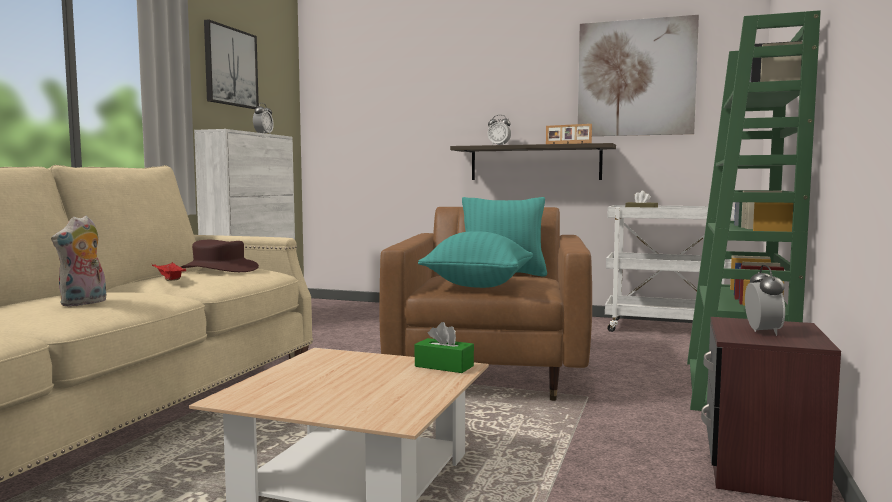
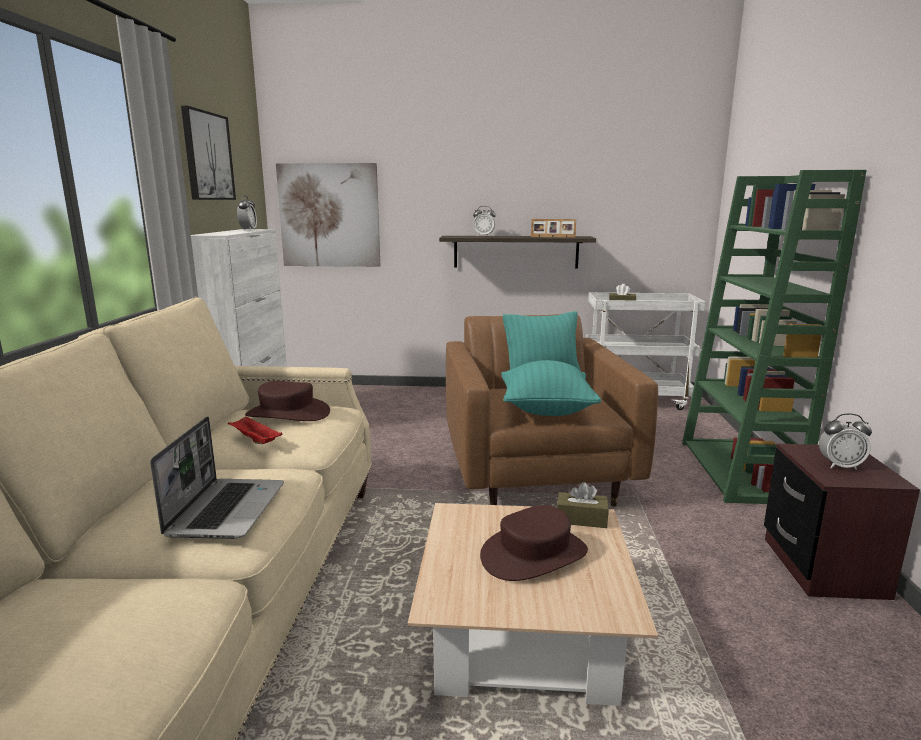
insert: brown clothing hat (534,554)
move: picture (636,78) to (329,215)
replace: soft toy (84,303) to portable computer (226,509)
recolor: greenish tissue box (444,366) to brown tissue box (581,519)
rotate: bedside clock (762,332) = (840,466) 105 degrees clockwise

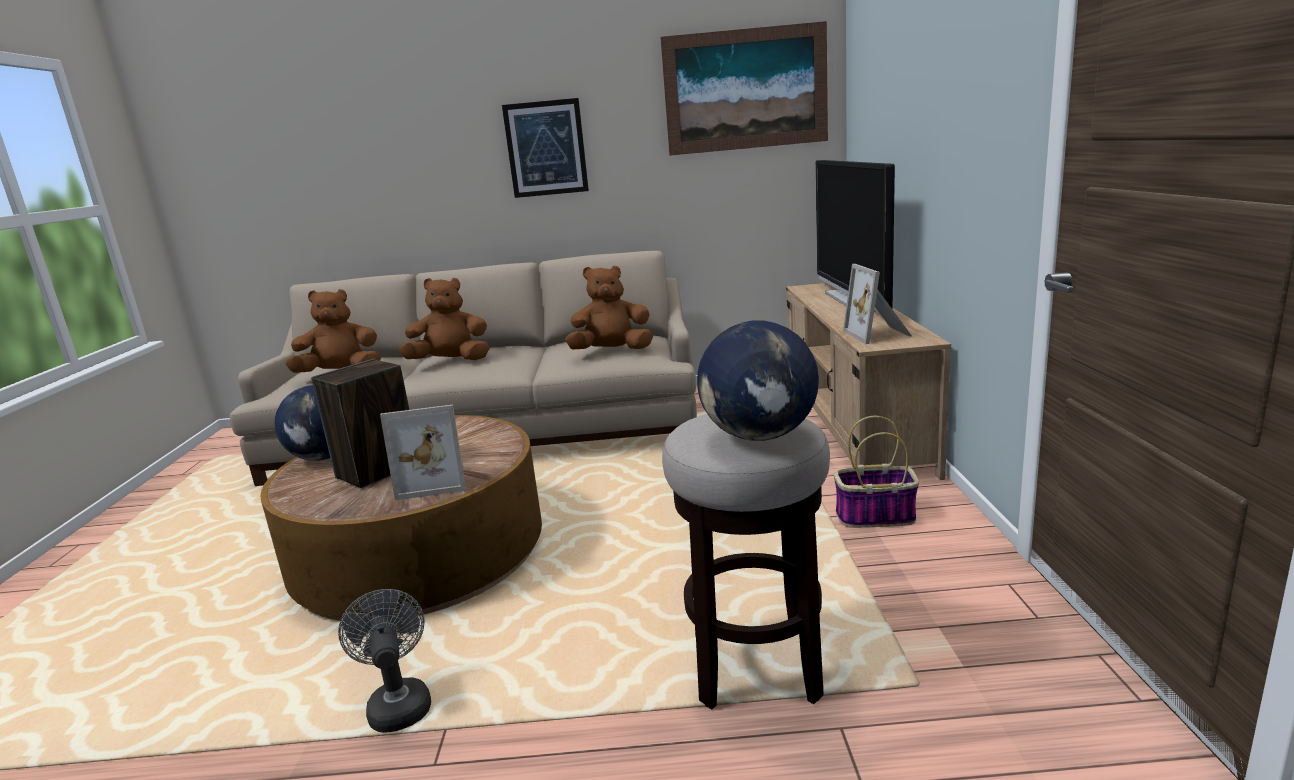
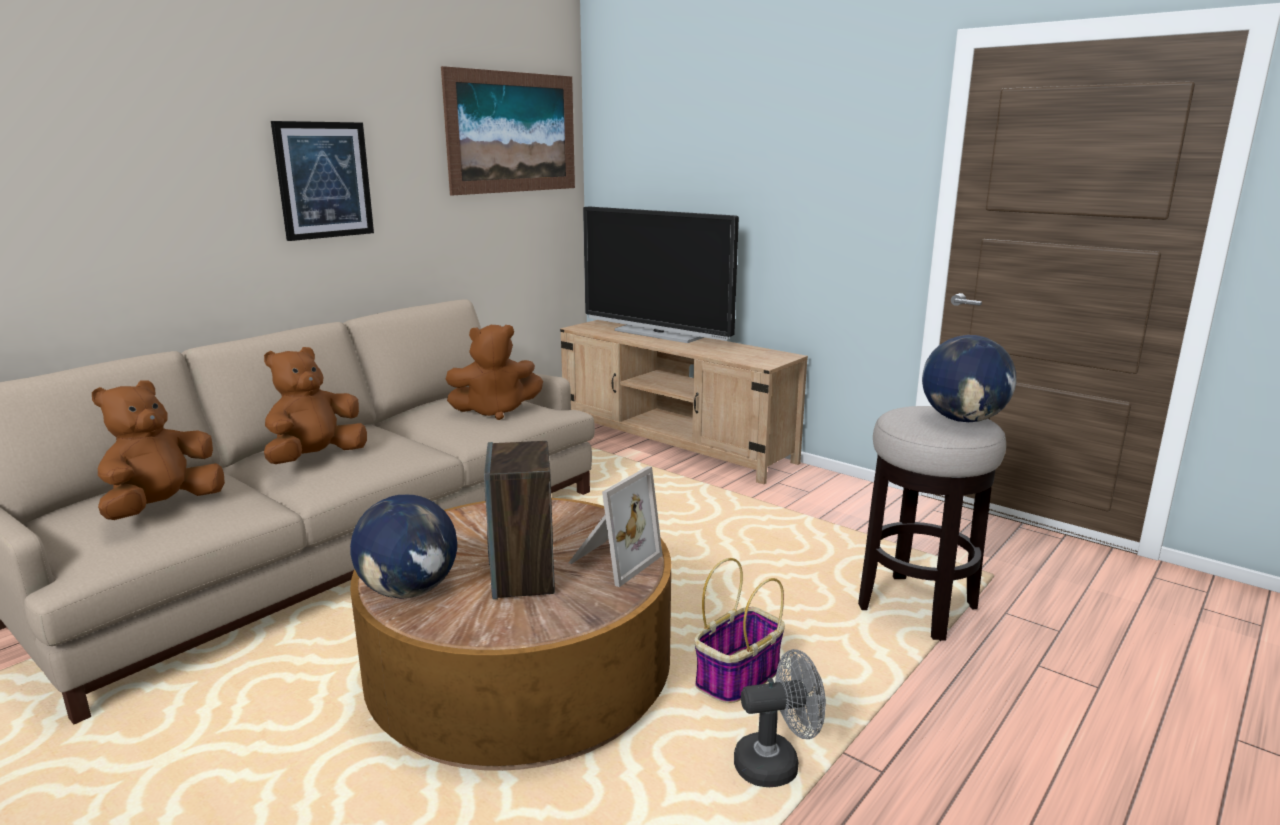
delete: picture frame (879,334)
move: basket (874,517) to (737,678)
rotate: brown soft toy (611,351) = (495,411) 135 degrees counterclockwise; gray electric fan (398,703) = (776,764) 150 degrees clockwise

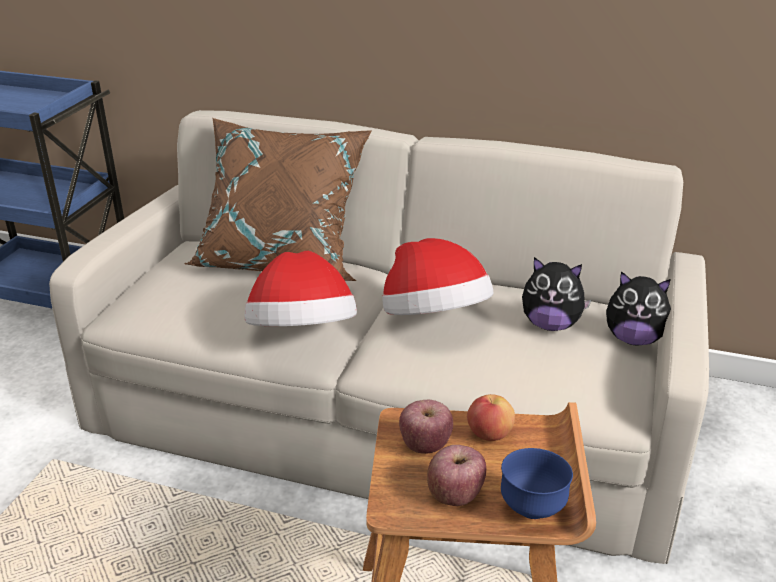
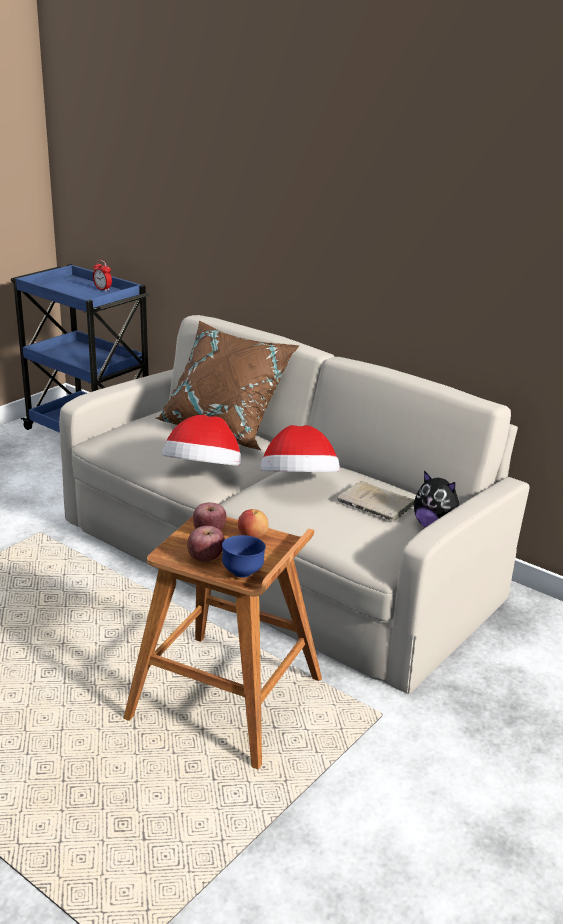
insert: bedside clock (102,289)
replace: soft toy (550,325) to sand-coloured volume (377,504)

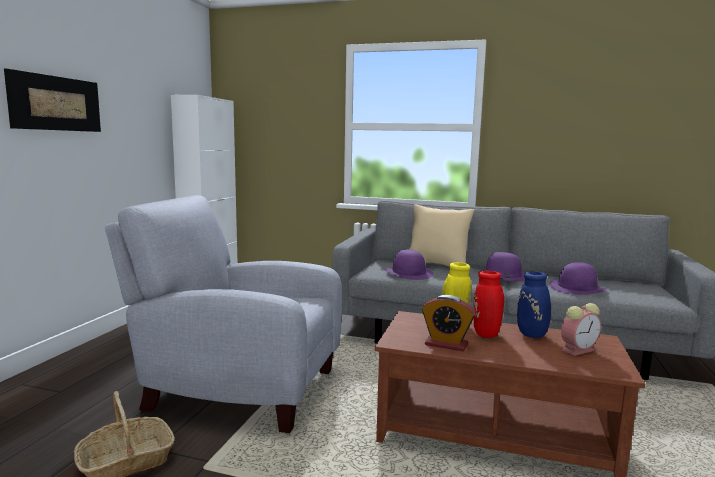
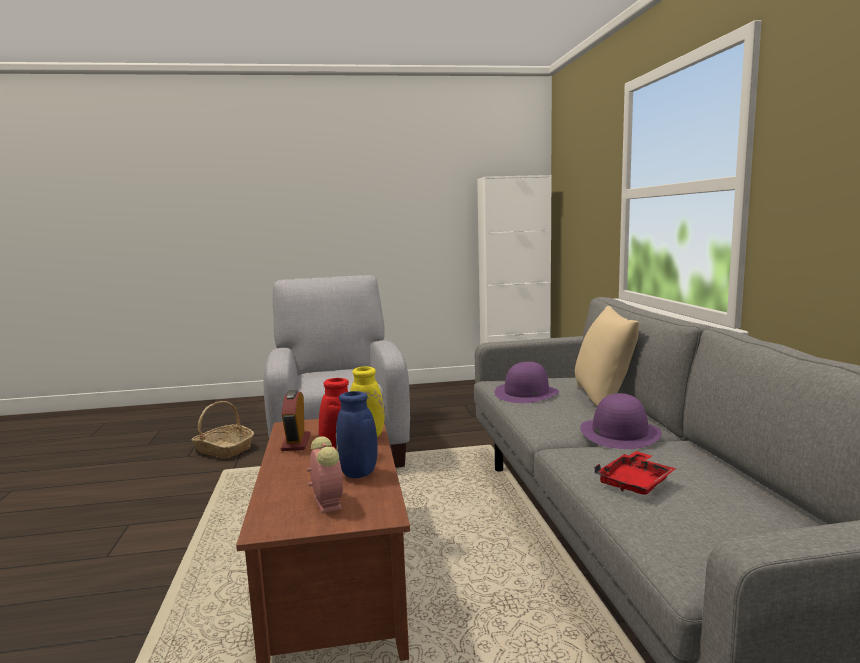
delete: picture (56,103)
replace: purplish clothing hat (577,288) to red-coloured carrying tray (635,483)
rotate: bedside clock (578,350) = (326,502) 150 degrees counterclockwise

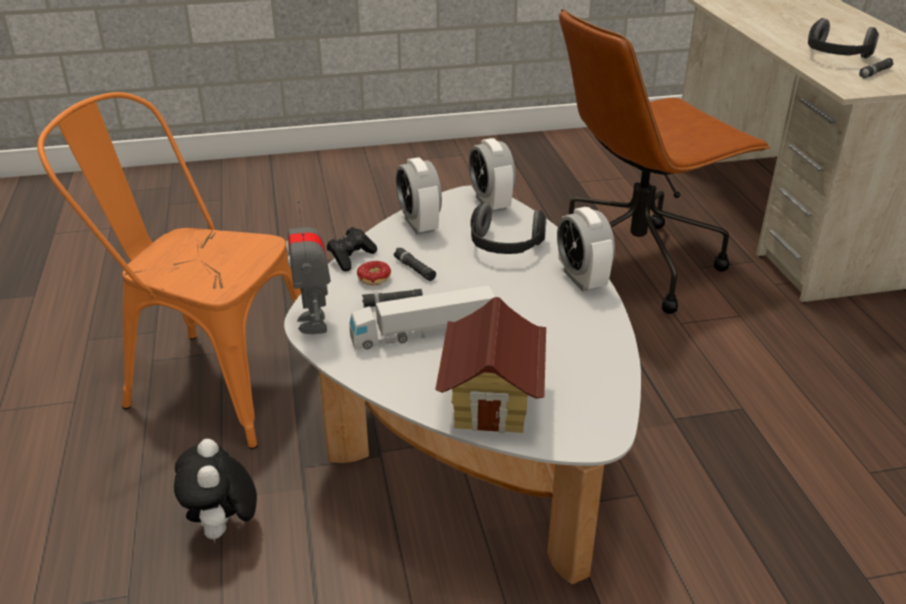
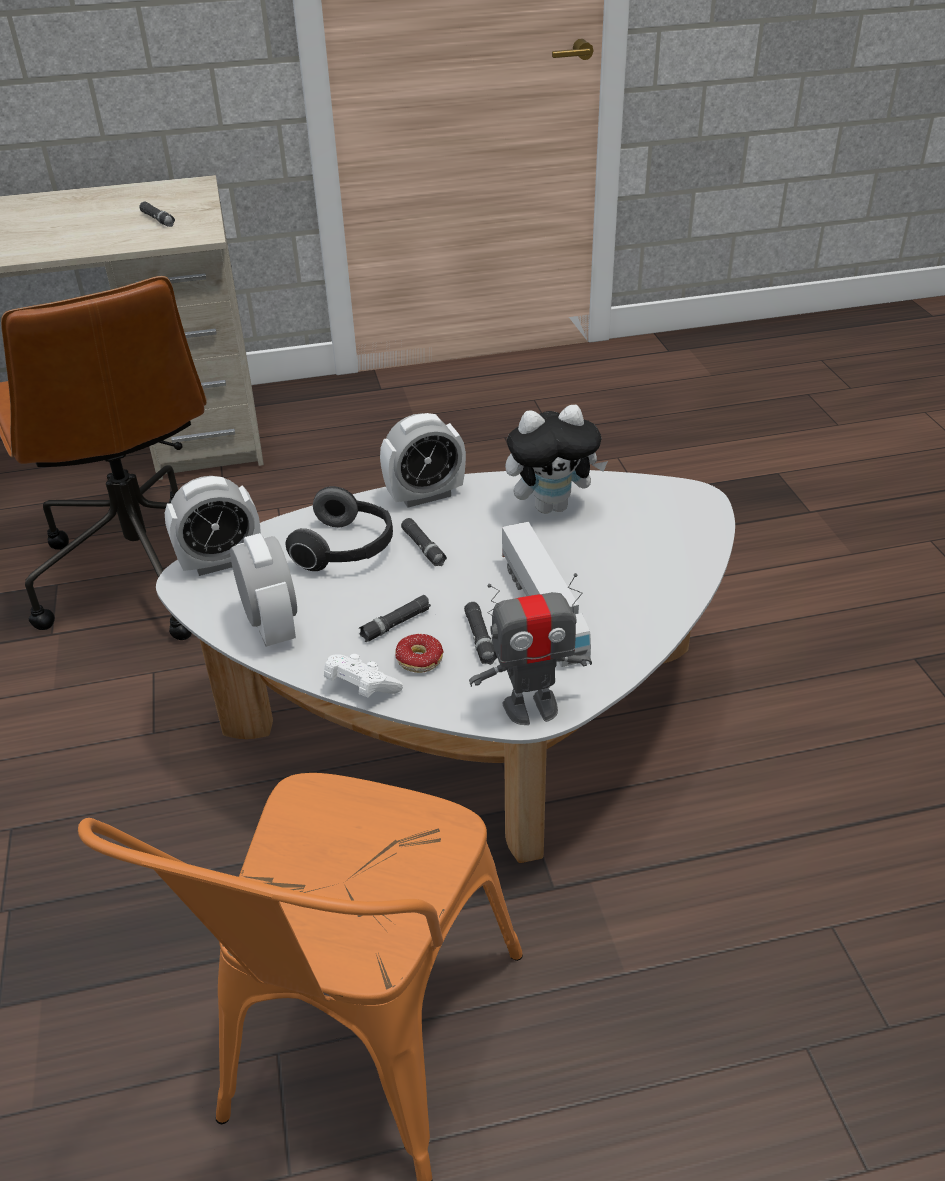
delete: miniature house (492,403); headphones (835,56)
insert: black-coloured hand torch (423,548)
move: soft toy (223,529) to (552,506)
recolor: black-coloured game controller (351,258) to white game controller (361,688)
rotate: bedside clock (419,224) = (271,626) 90 degrees counterclockwise

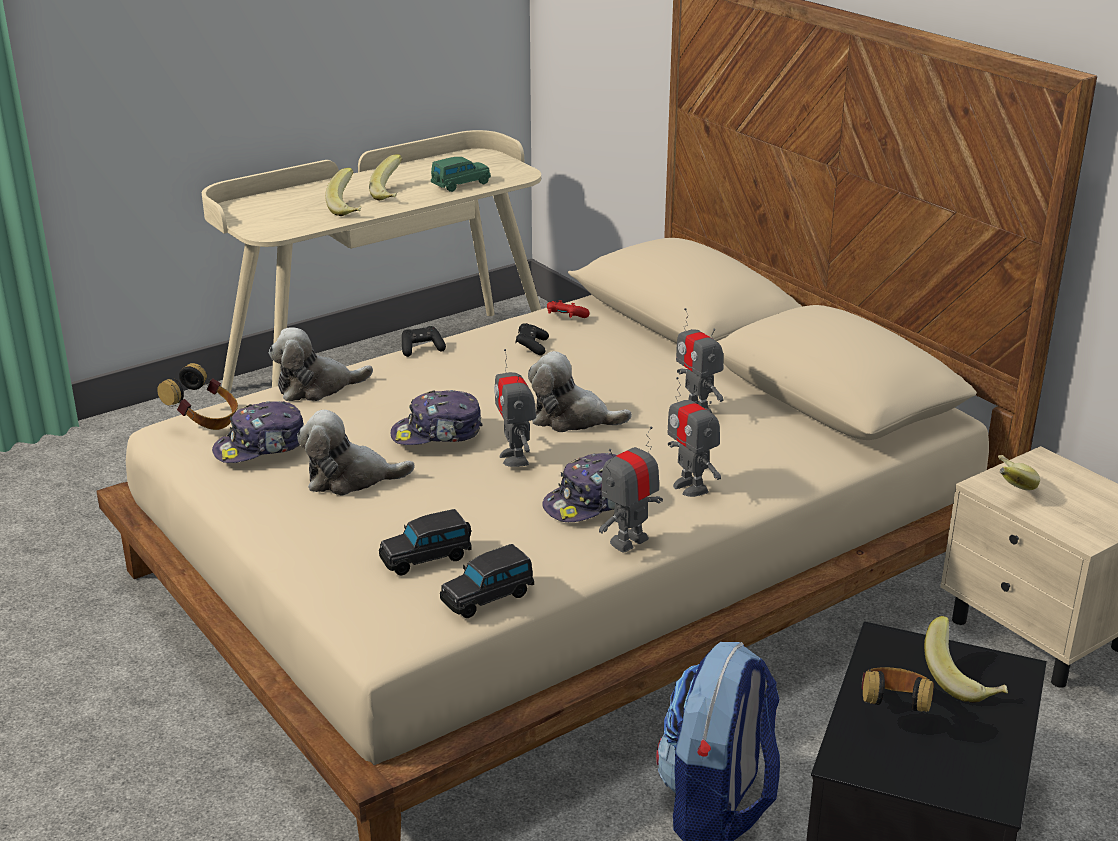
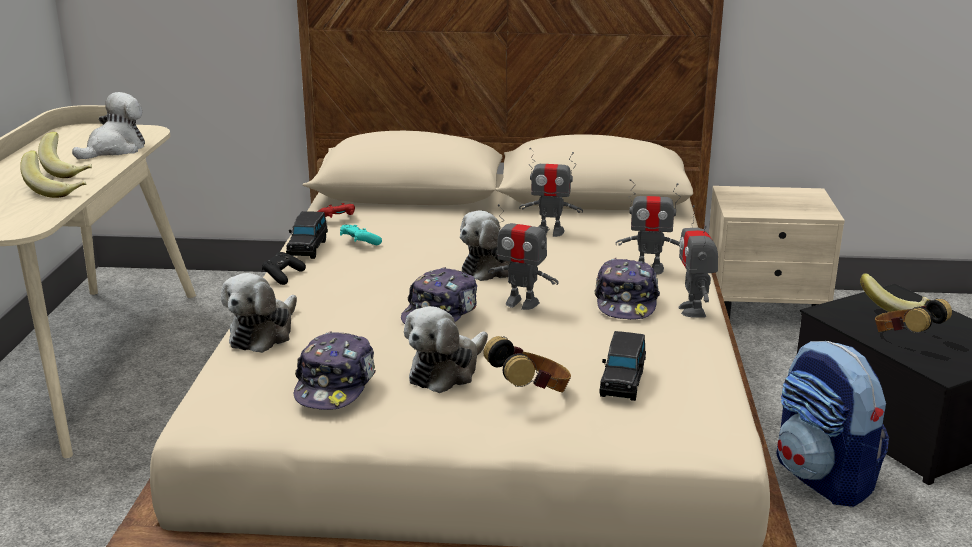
delete: banana (1006,487)
move: black-coloured toy car (489,597) to (308,248); headphones (205,421) to (530,393)
replace: greenish toy car (460,185) to soft toy (115,150)
recolor: black-coloured game controller (532,346) to turquoise game controller (359,243)

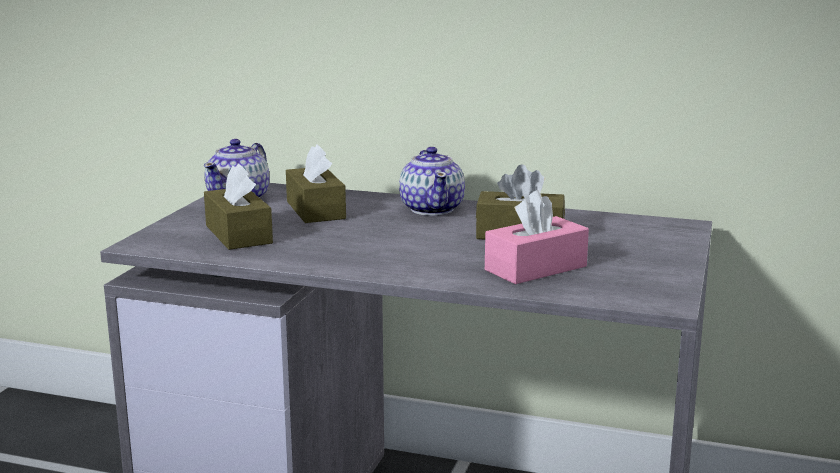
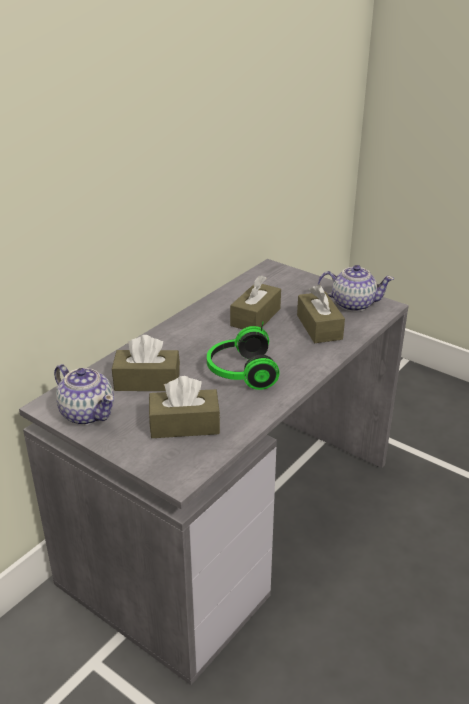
insert: headphones (240,372)
move: pot for tea (432,209) to (352,304)
recolor: pinkish tissue box (535,268) to brown tissue box (319,327)

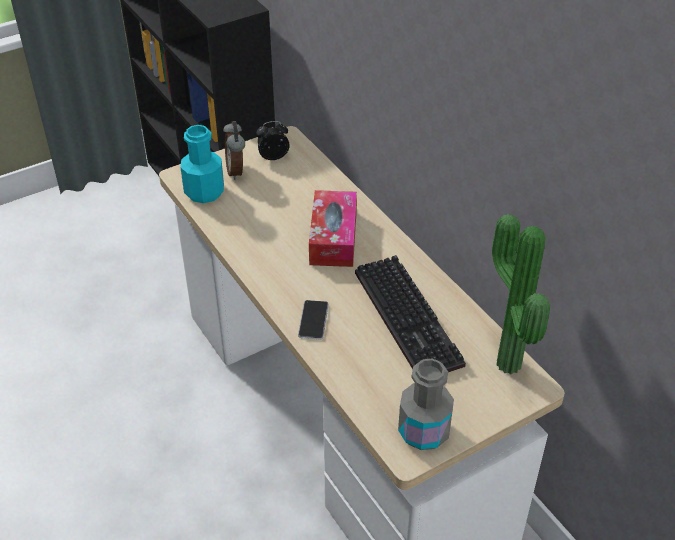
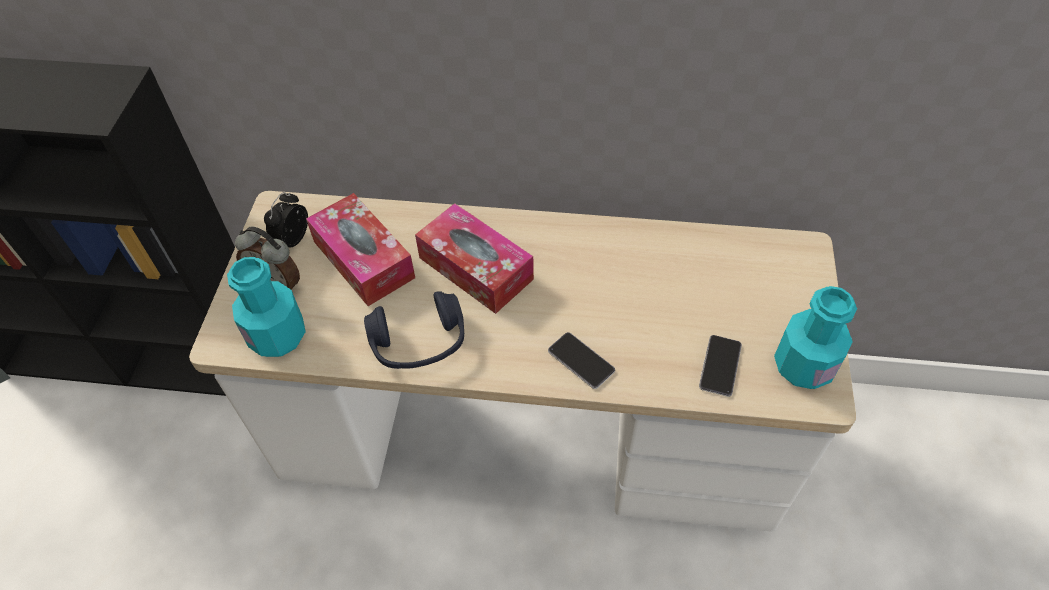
delete: PC keyboard (411,319); plant in a pot (504,365)
insert: tissue box (363,259); blue-coloured headphones (419,342); telephone (720,366)
recolor: gray beverage bottle (424,431) to turquoise beverage bottle (803,366)

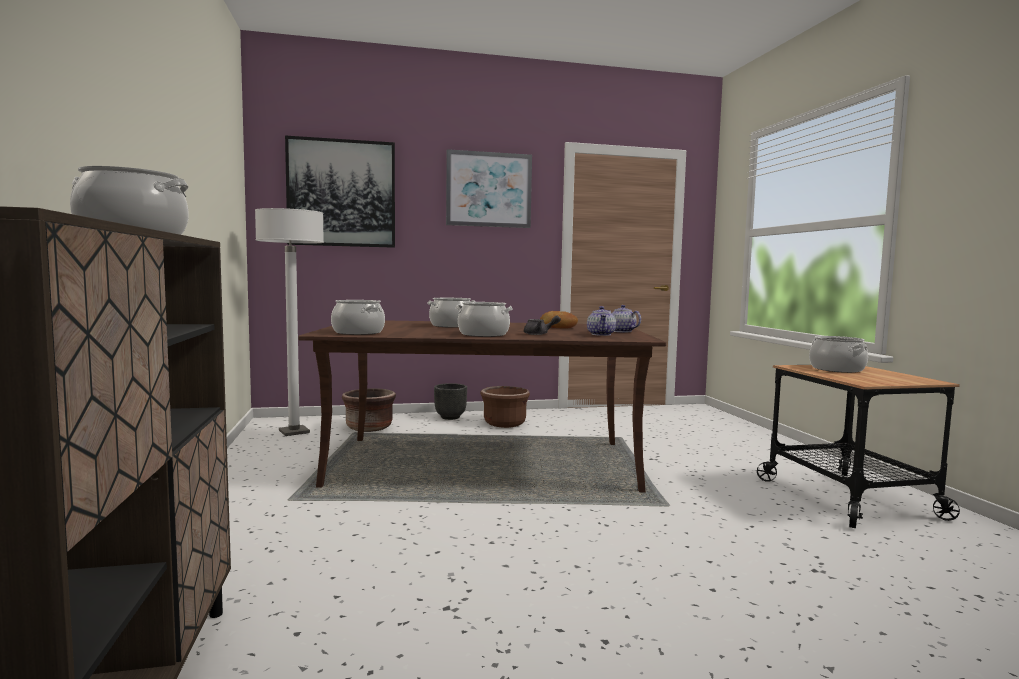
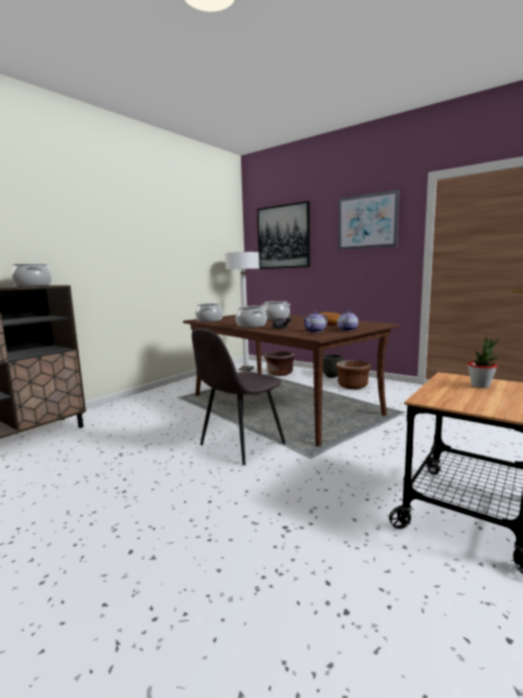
insert: gray plain chair (240,445)
replace: saucepot (837,369) to plant in a pot (480,385)

